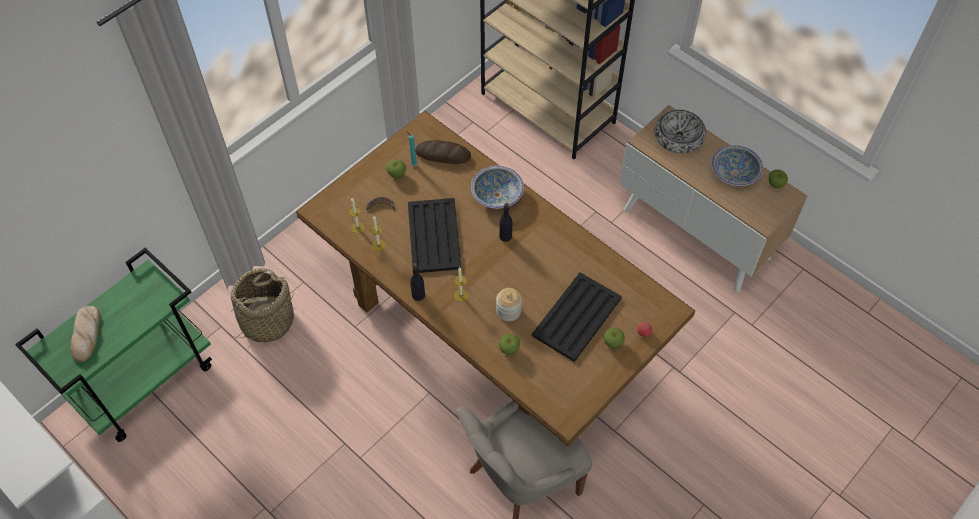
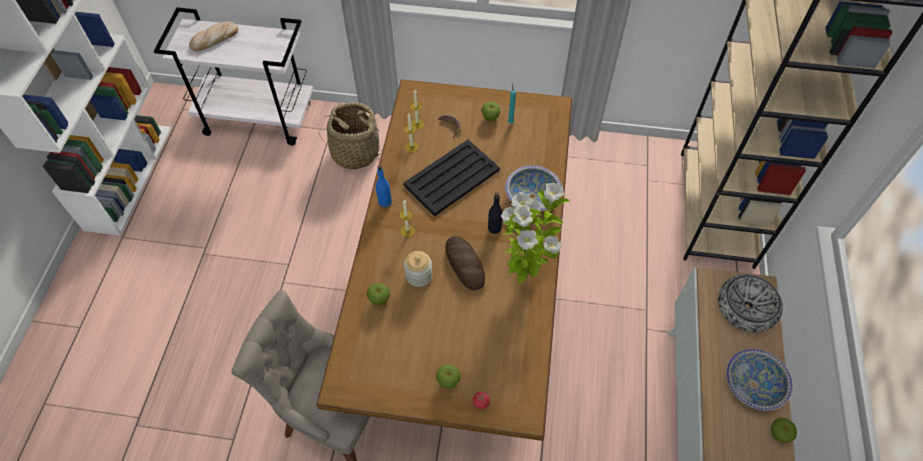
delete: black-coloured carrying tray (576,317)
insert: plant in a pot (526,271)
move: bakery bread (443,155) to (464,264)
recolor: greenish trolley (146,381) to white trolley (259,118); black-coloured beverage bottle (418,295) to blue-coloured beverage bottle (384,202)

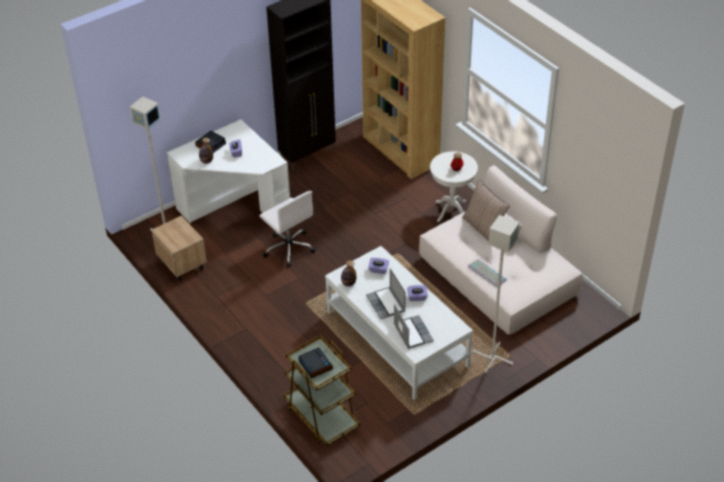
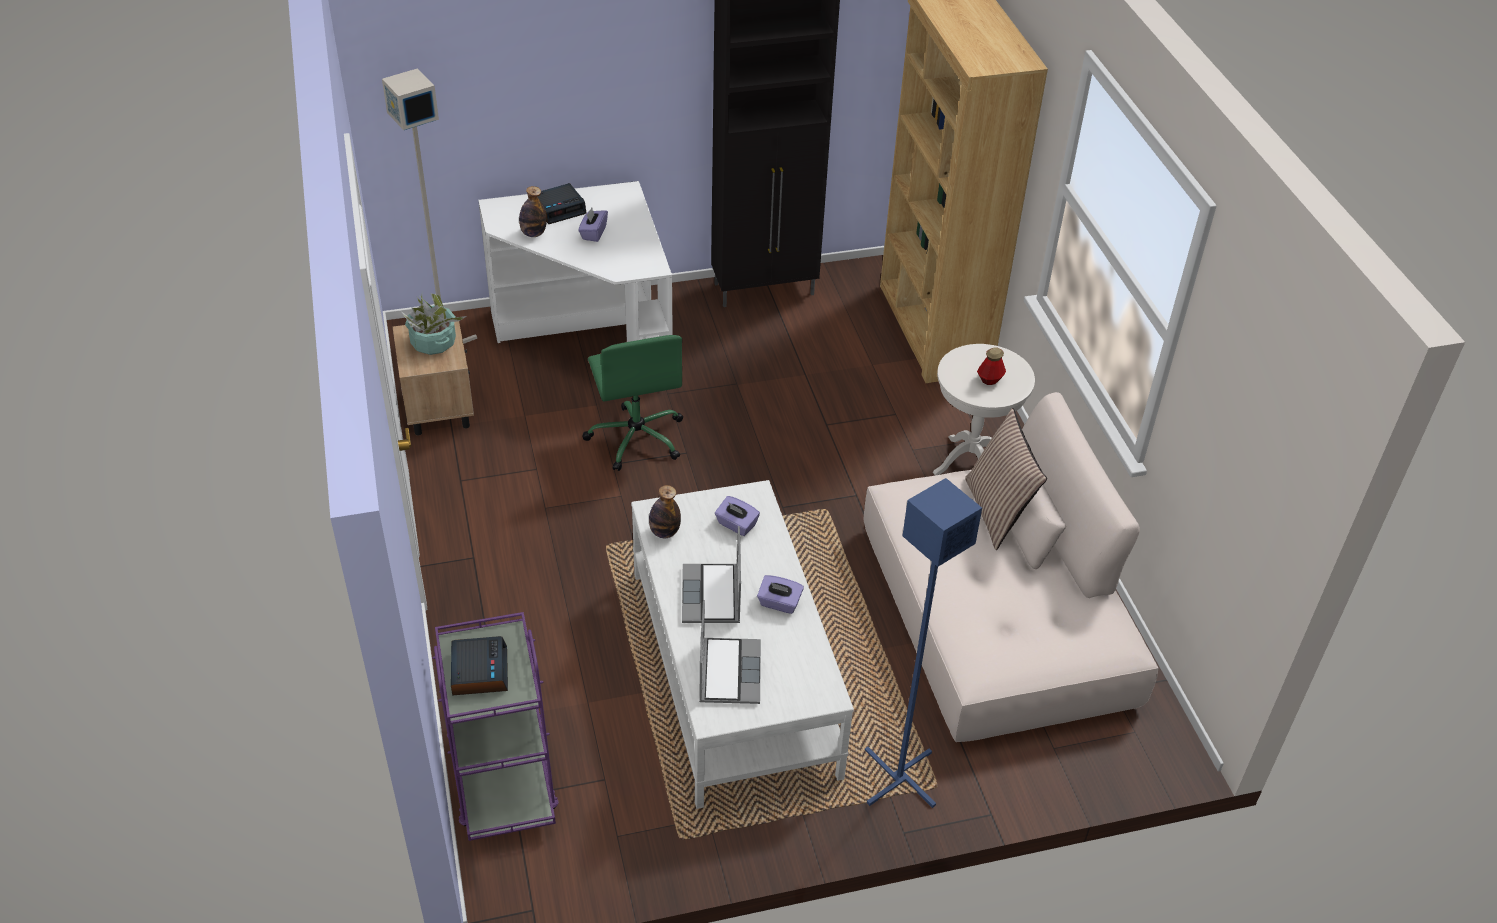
delete: PC keyboard (486,273)
insert: plant in a pot (433,342)
recolor: brown trolley (321,416) to purplish trolley (502,775); white computer chair (289,248) to greenish computer chair (636,437); gray standard lamp (492,358) to blue-coloured standard lamp (899,779)

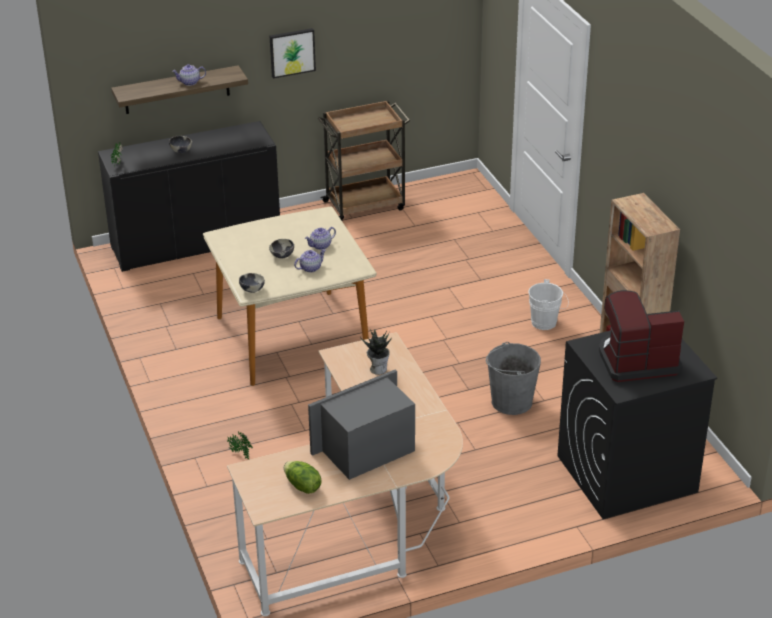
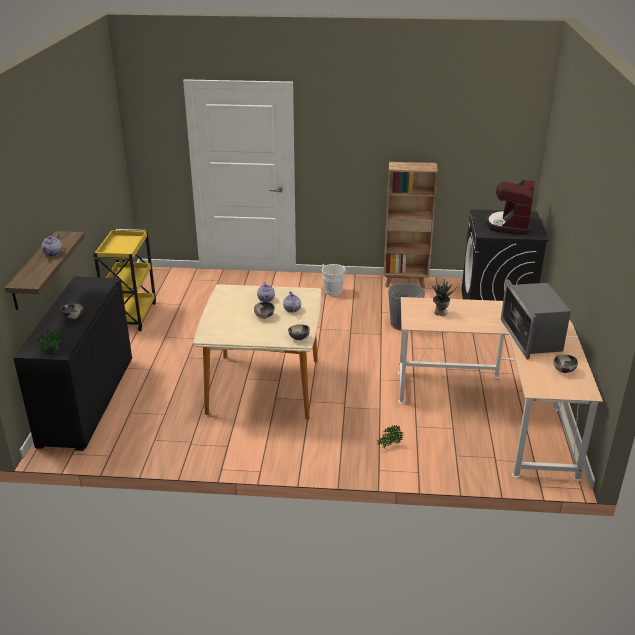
delete: picture (292,52)
replace: lettuce (302,486) to bowl (564,370)
recolor: brown trolley (365,205) to yellow trolley (131,315)

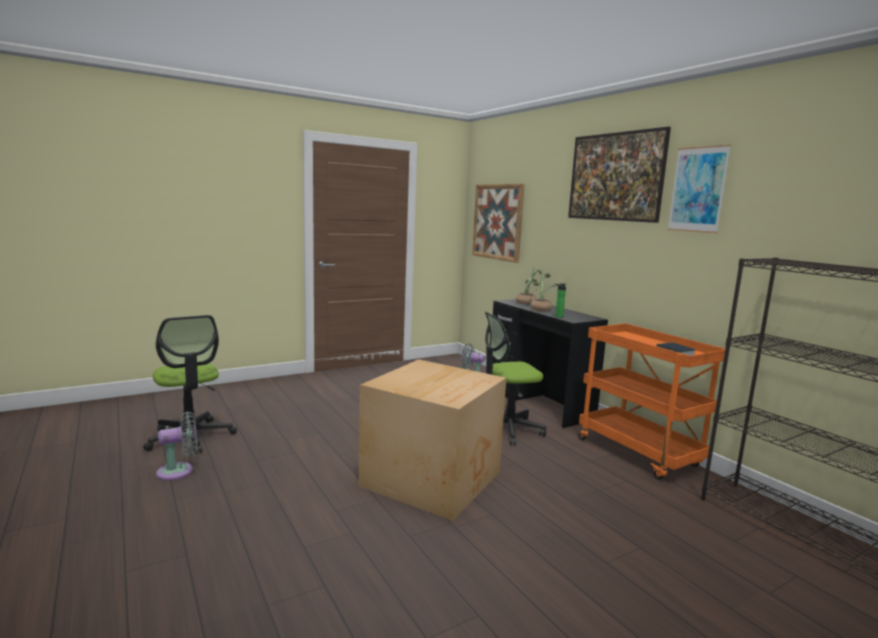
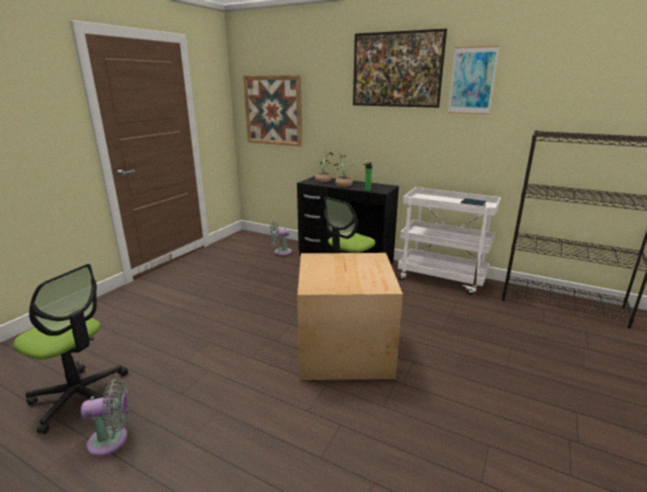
recolor: orangey trolley (640,454) to white trolley (442,279)
rotate: gray electric fan (179,471) = (112,440) 45 degrees clockwise

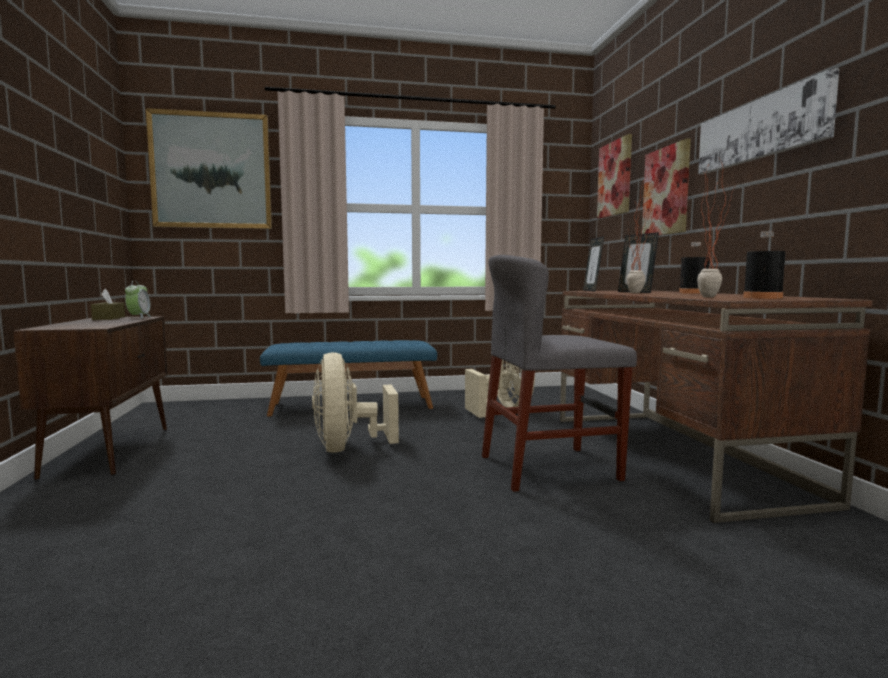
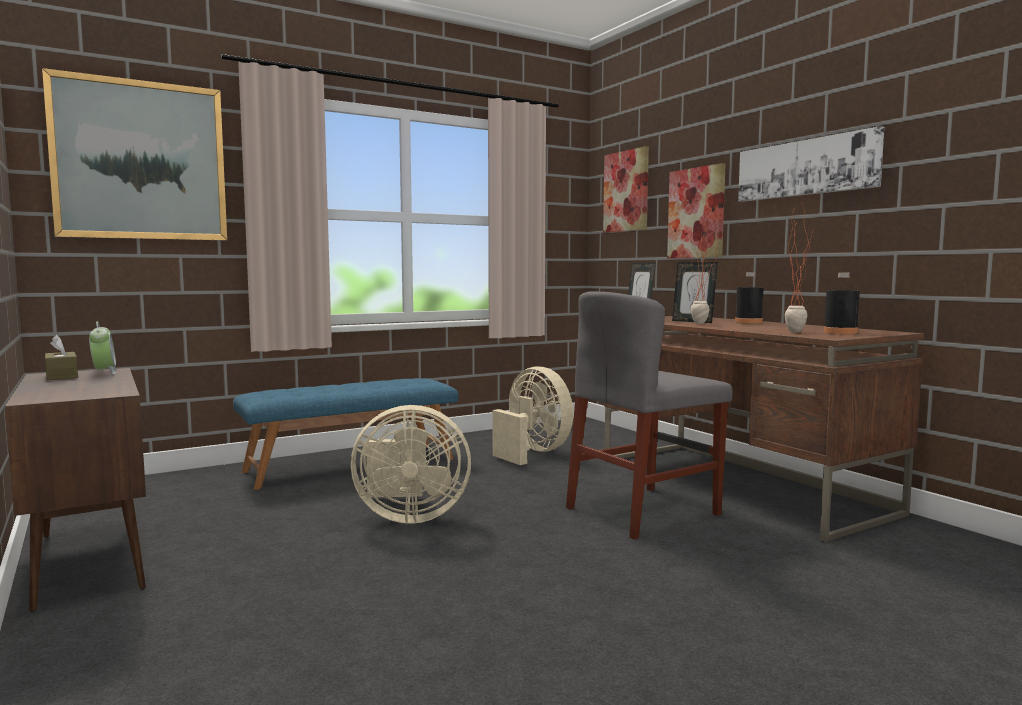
rotate: sand-coloured electric fan (347,448) = (409,516) 60 degrees counterclockwise

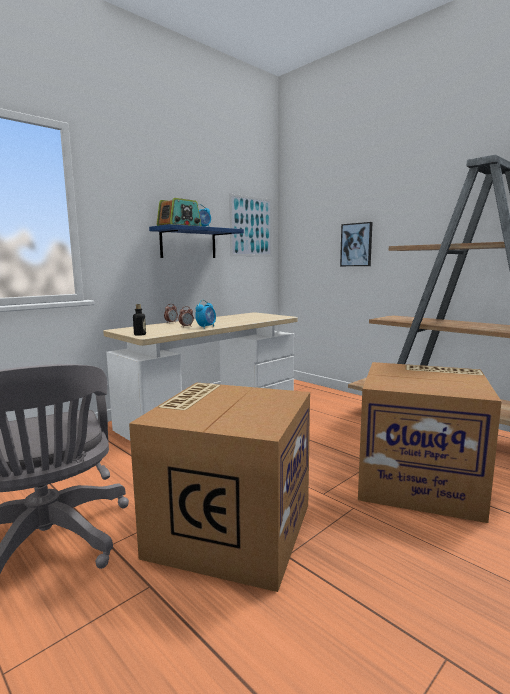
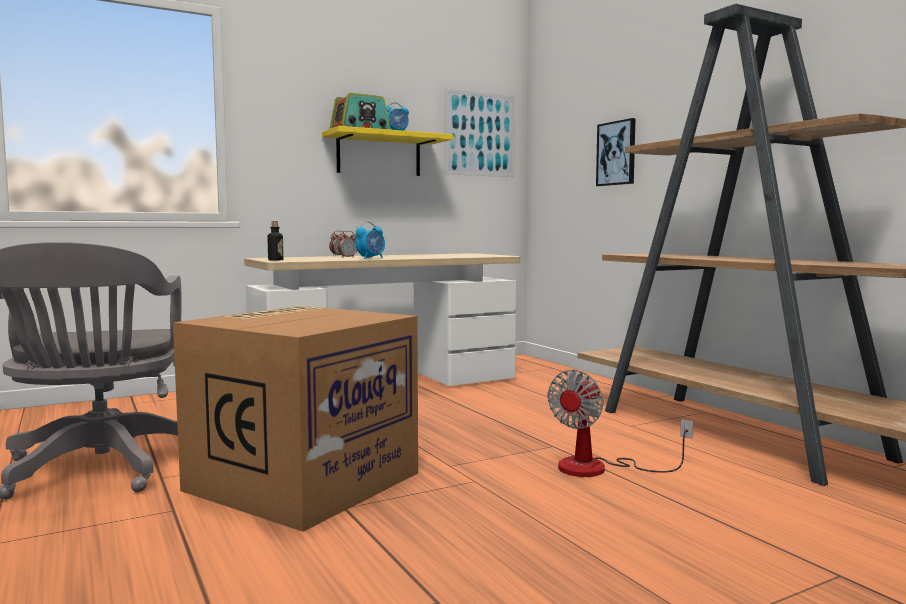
replace: carton (420,481) to electric fan (599,468)
recolor: blue-coloured bracket shelf (188,243) to yellow bracket shelf (379,155)

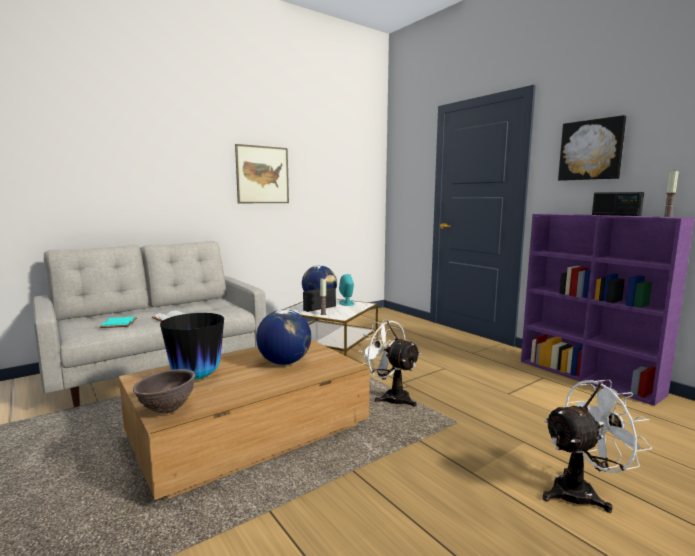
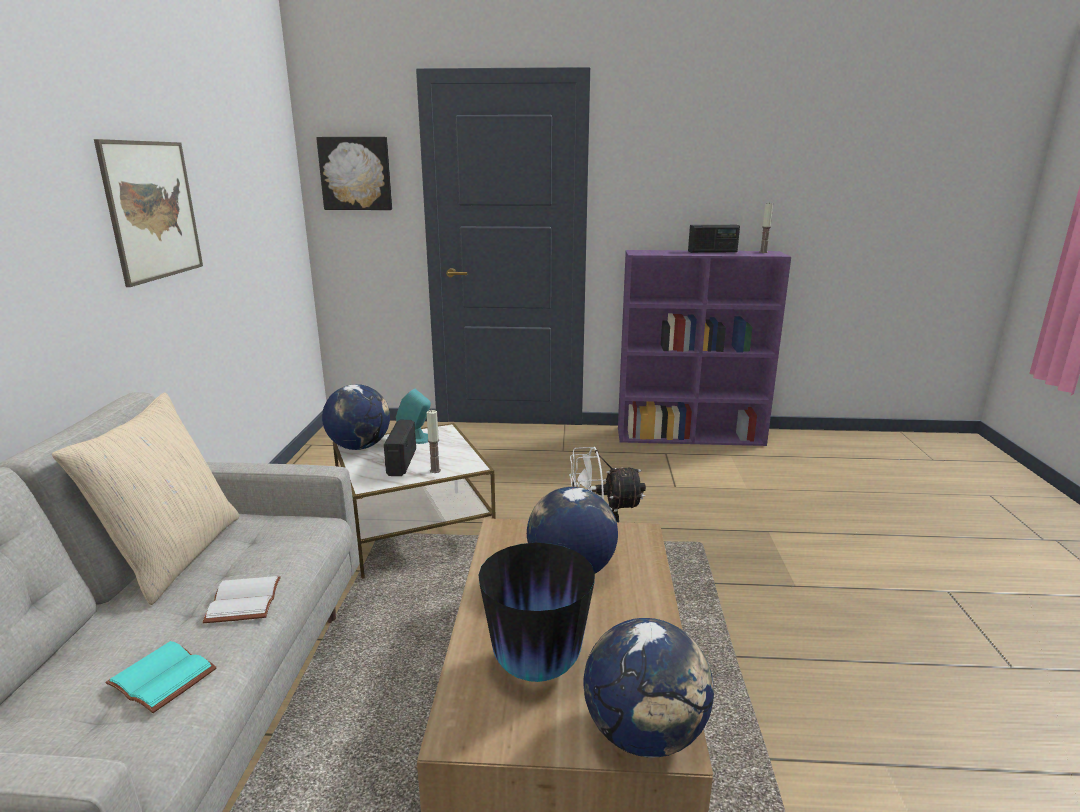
delete: white electric fan (582,492)
insert: sand-coloured throw pillow (174,555)
move: picture (591,150) to (356,173)
replace: brown bowl (167,410) to desk globe (645,734)

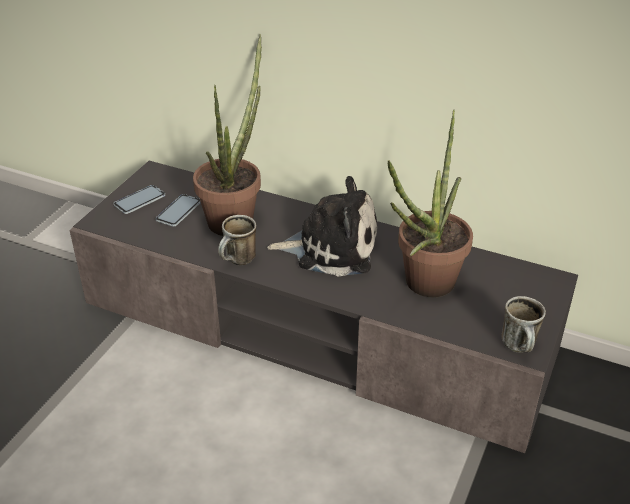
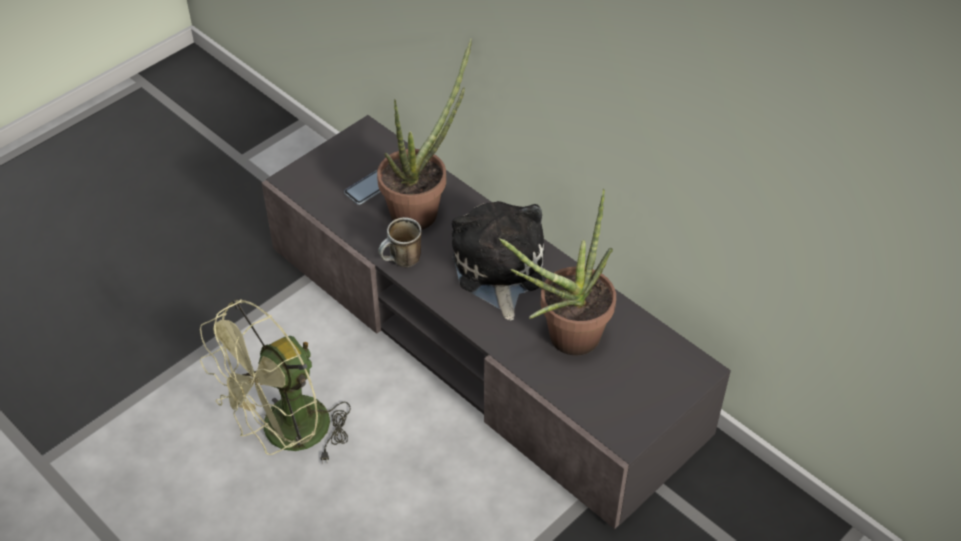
delete: telephone (139,200); coffee mug (520,348)
insert: greenish electric fan (285,435)
rotate: soft toy (331,247) = (498,270) 120 degrees counterclockwise

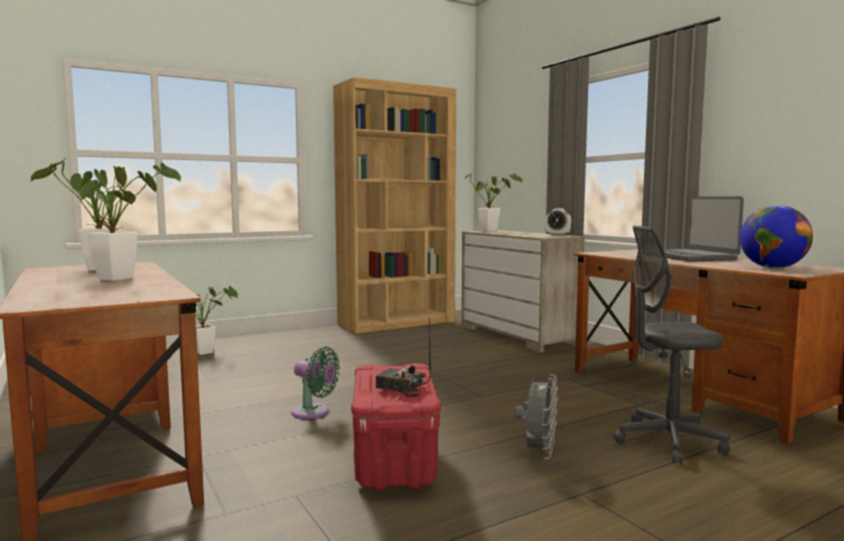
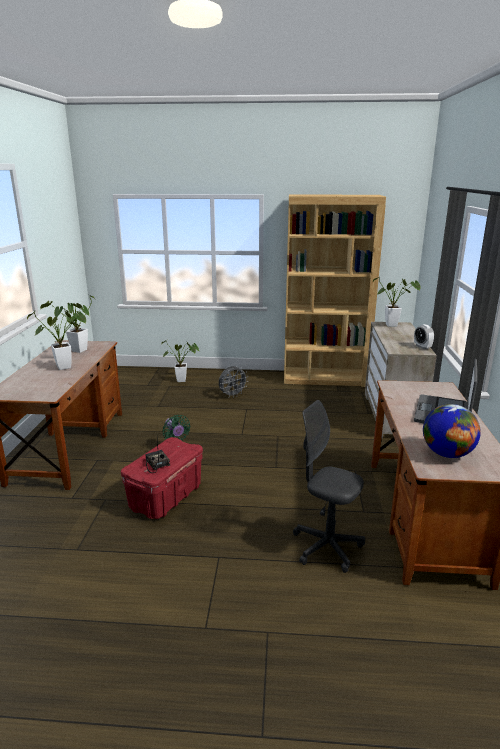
move: gray electric fan (538,454) to (232,395)

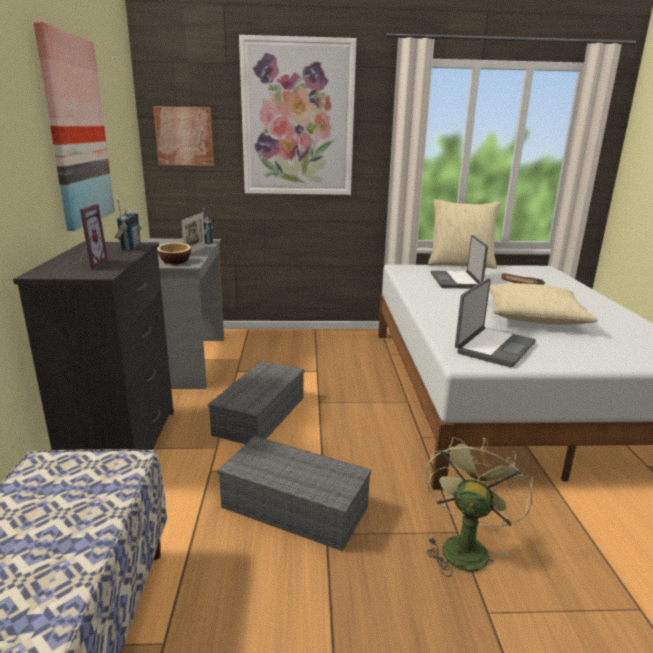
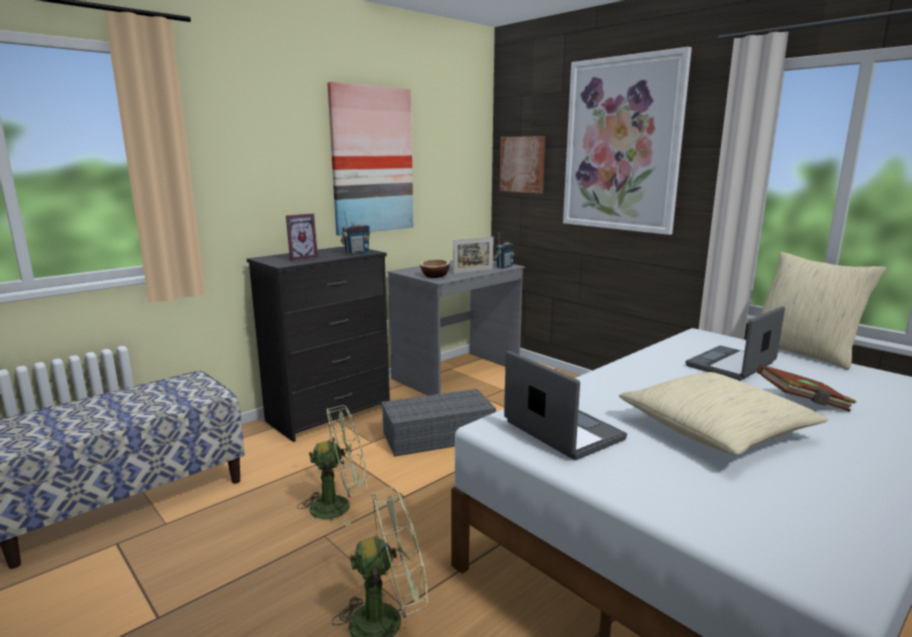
replace: gray storage box (292,507) to greenish electric fan (339,505)
rotate: portable computer (493,347) = (561,431) 120 degrees counterclockwise

